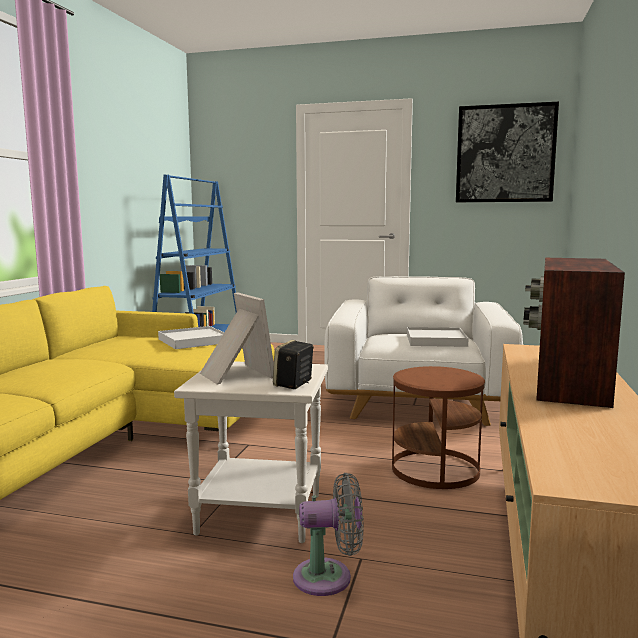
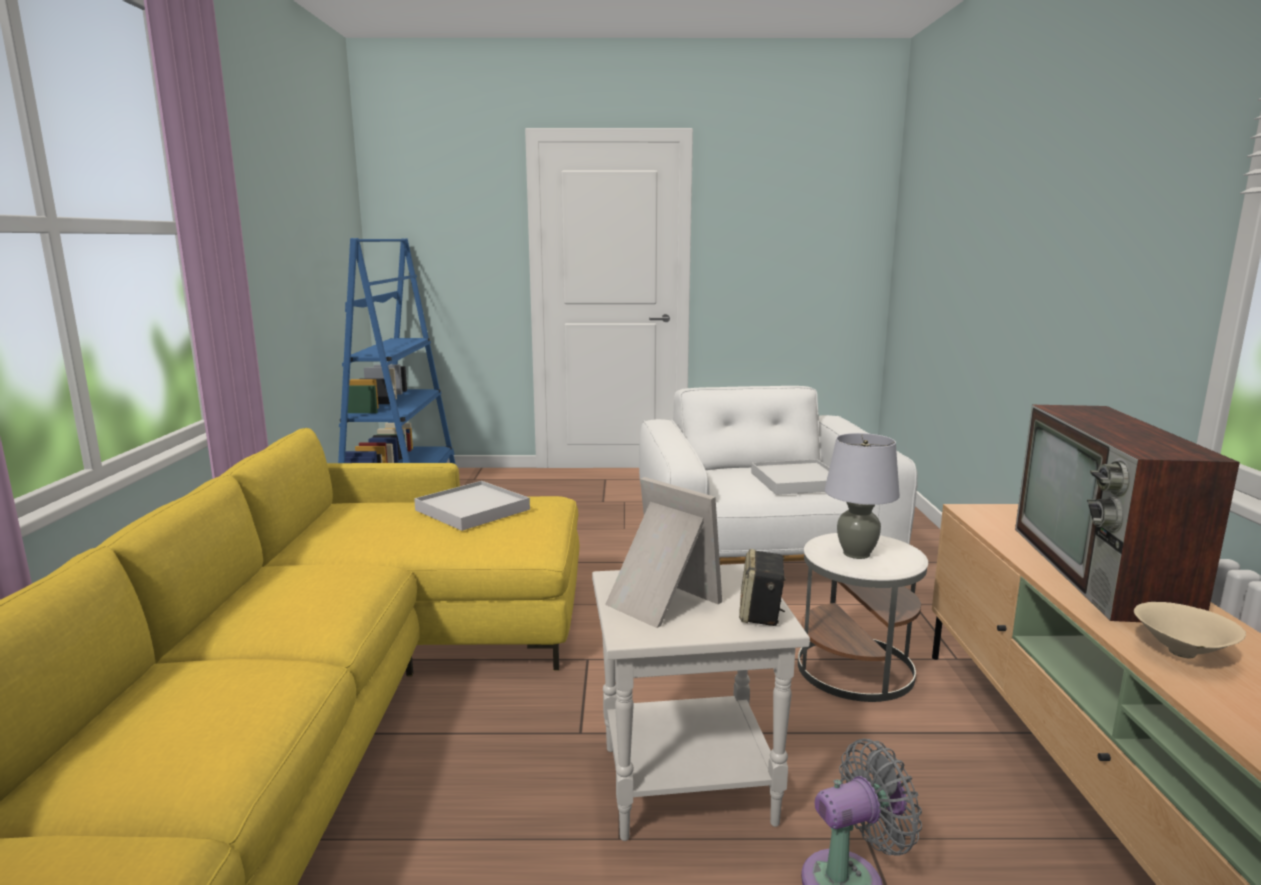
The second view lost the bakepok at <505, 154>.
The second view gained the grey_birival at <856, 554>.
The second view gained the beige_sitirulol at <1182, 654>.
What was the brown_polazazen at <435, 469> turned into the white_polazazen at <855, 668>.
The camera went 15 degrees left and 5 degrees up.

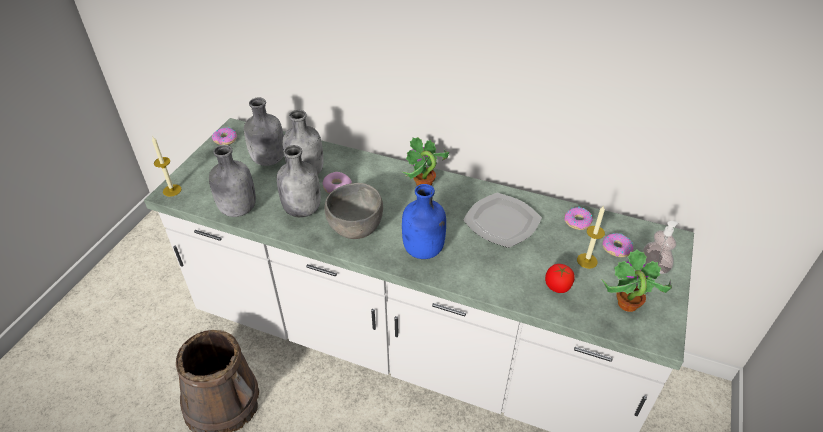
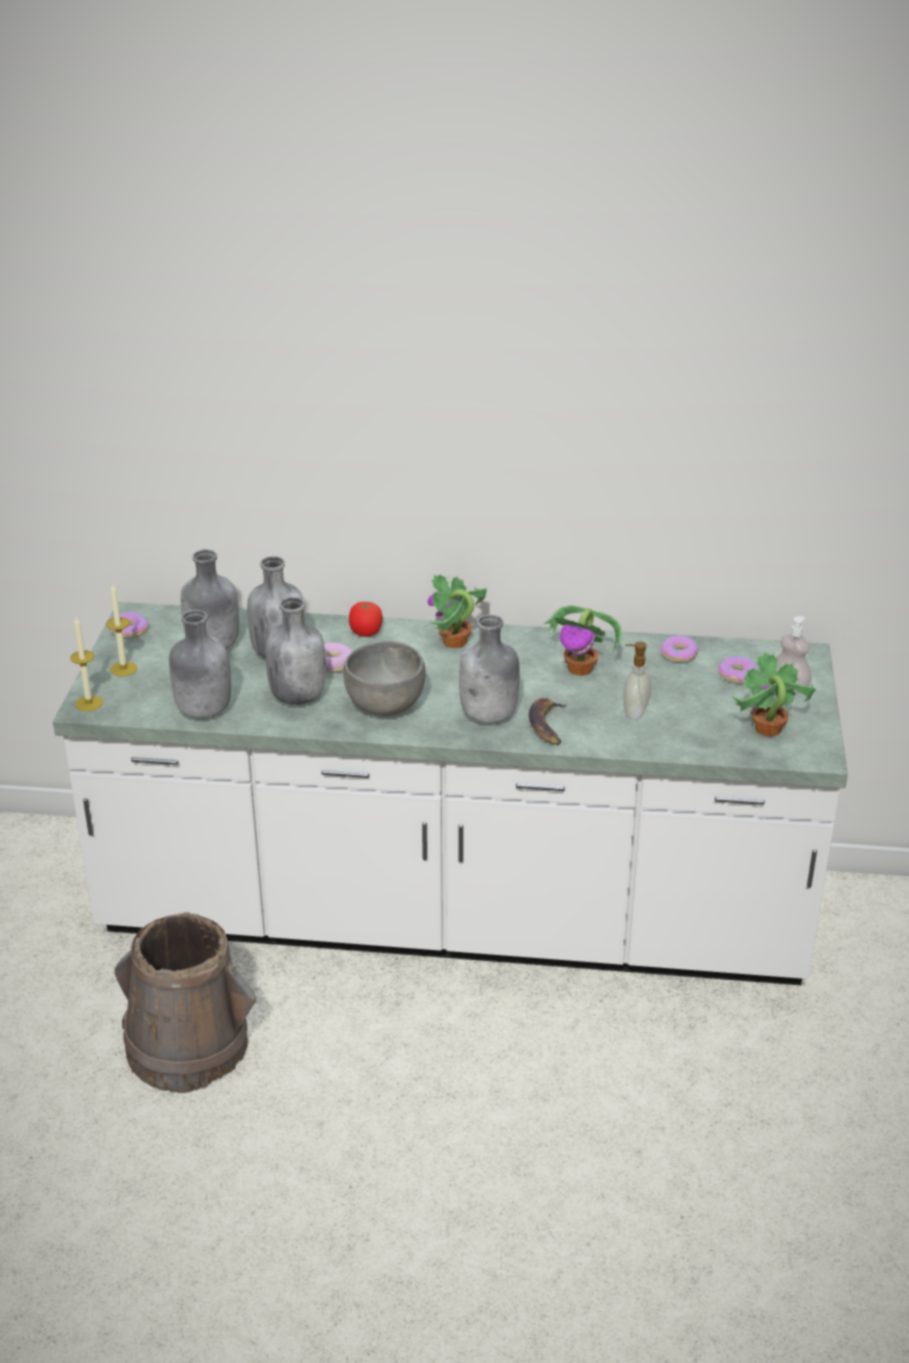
The second view gained the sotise at <547, 725>.
The second view gained the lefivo at <634, 712>.
The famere ended up elsewhere, having gone from <557, 287> to <365, 633>.
The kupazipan ended up elsewhere, having gone from <587, 261> to <123, 669>.
Where the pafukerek stood at <502, 222>, the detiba came to stand at <581, 669>.
What was the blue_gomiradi at <424, 250> turned into the grey_gomiradi at <489, 716>.
The camera went 15 degrees left and 10 degrees down.

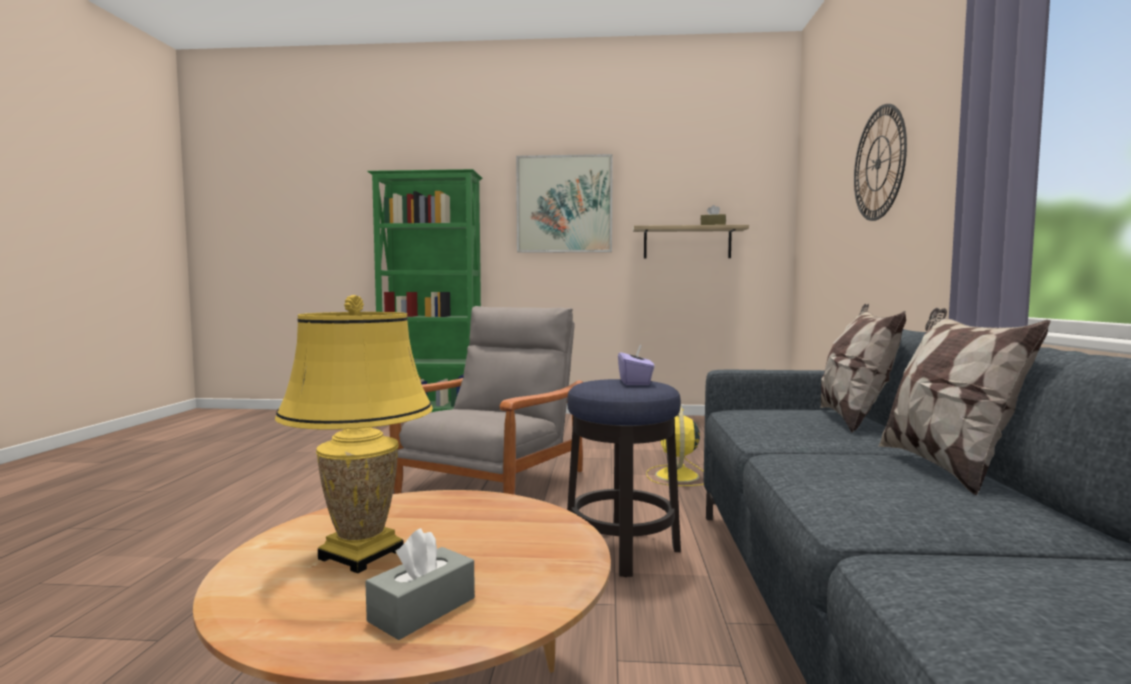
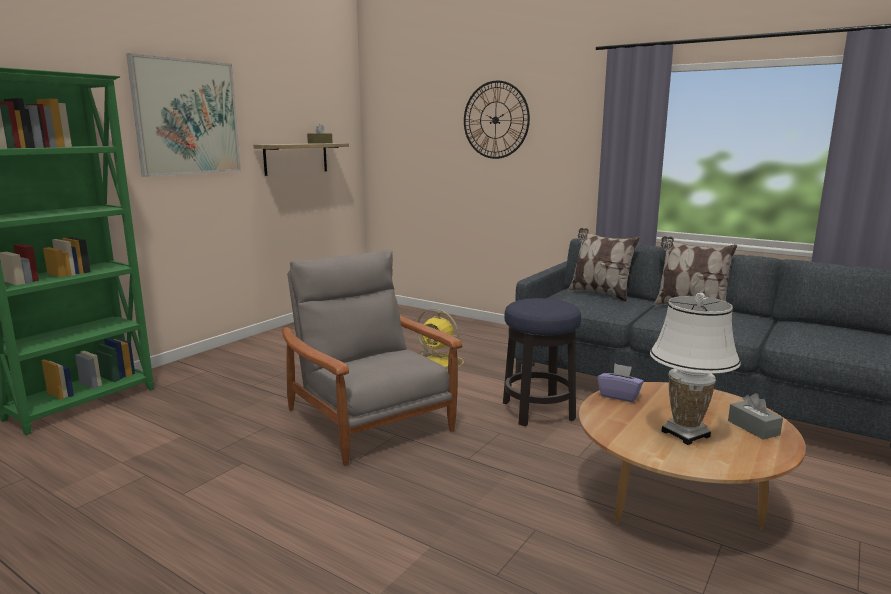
The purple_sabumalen ended up elsewhere, having gone from <635, 382> to <619, 396>.
What was the yellow_birival at <361, 554> turned into the white_birival at <685, 434>.
The camera went 60 degrees left and 10 degrees up.

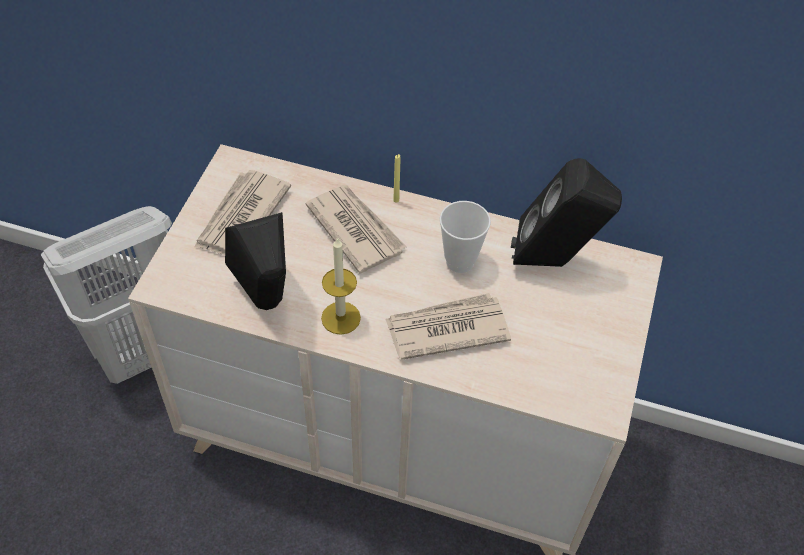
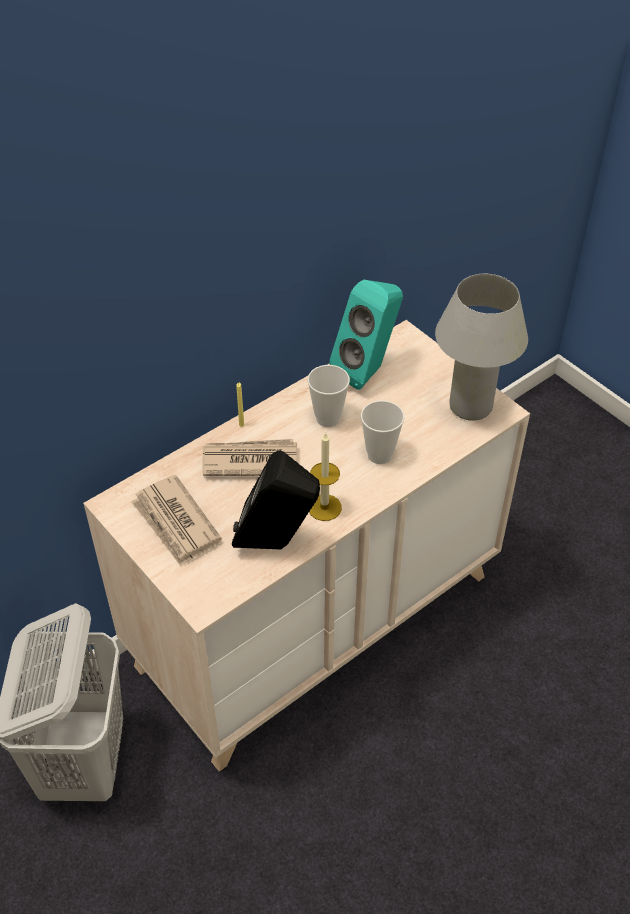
The second view gained the white_birival at <470, 406>.
Where the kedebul stood at <446, 329>, the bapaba came to stand at <379, 455>.
What was the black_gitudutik at <555, 261> turned into the turquoise_gitudutik at <368, 371>.
The camera went 55 degrees left and 5 degrees down.

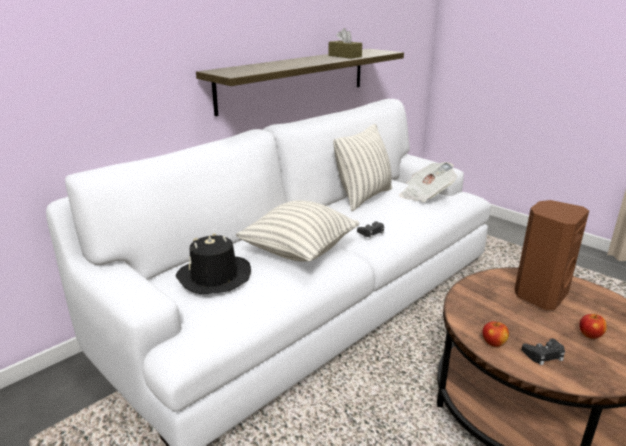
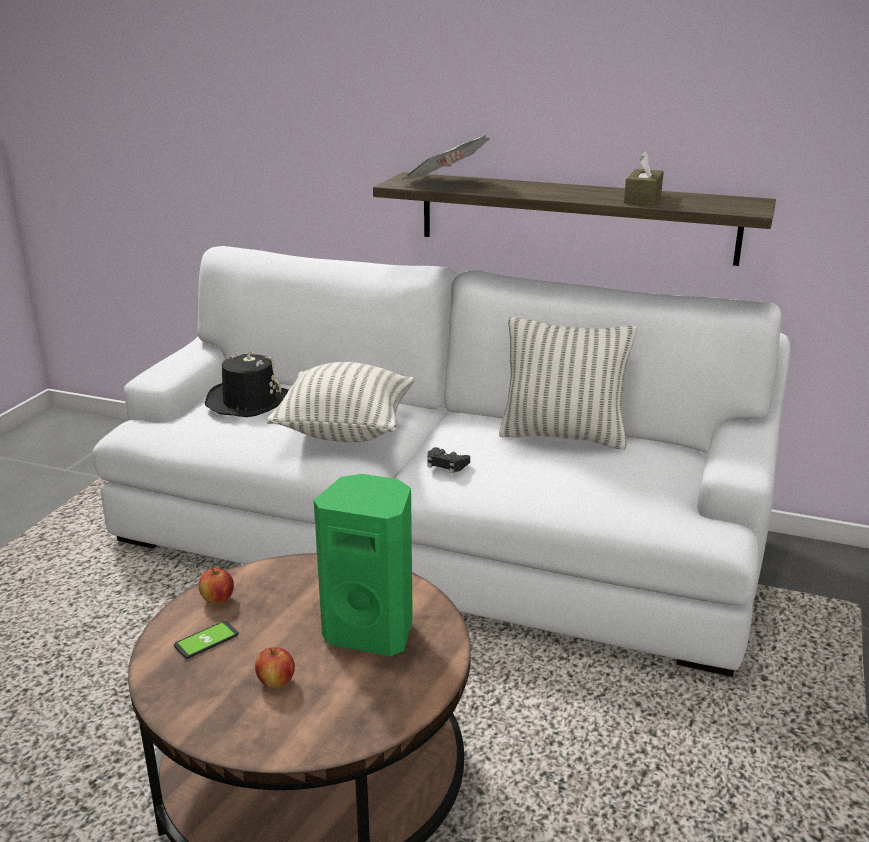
The kedebul ended up elsewhere, having gone from <425, 195> to <444, 183>.
Where the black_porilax stood at <543, 355>, the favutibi came to stand at <206, 640>.
What was the brown_gitudutik at <539, 295> turned into the green_gitudutik at <371, 631>.
The camera went 65 degrees right and 0 degrees up.

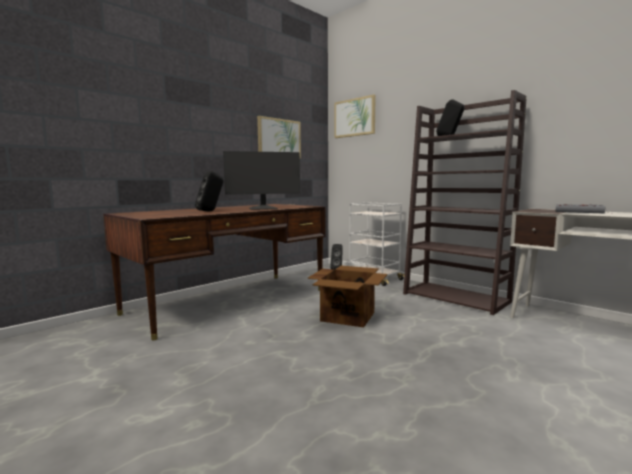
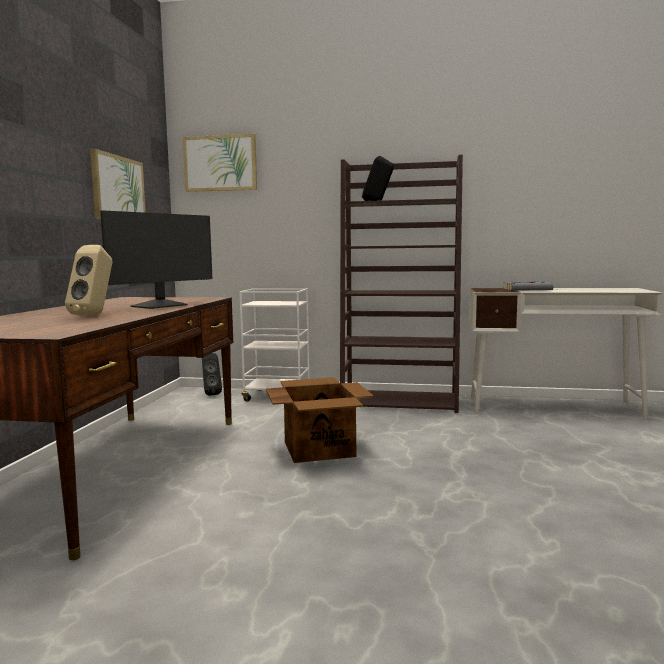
What was the black_gitudutik at <210, 211> turned into the beige_gitudutik at <94, 315>.
The camera went 35 degrees left and 0 degrees up.

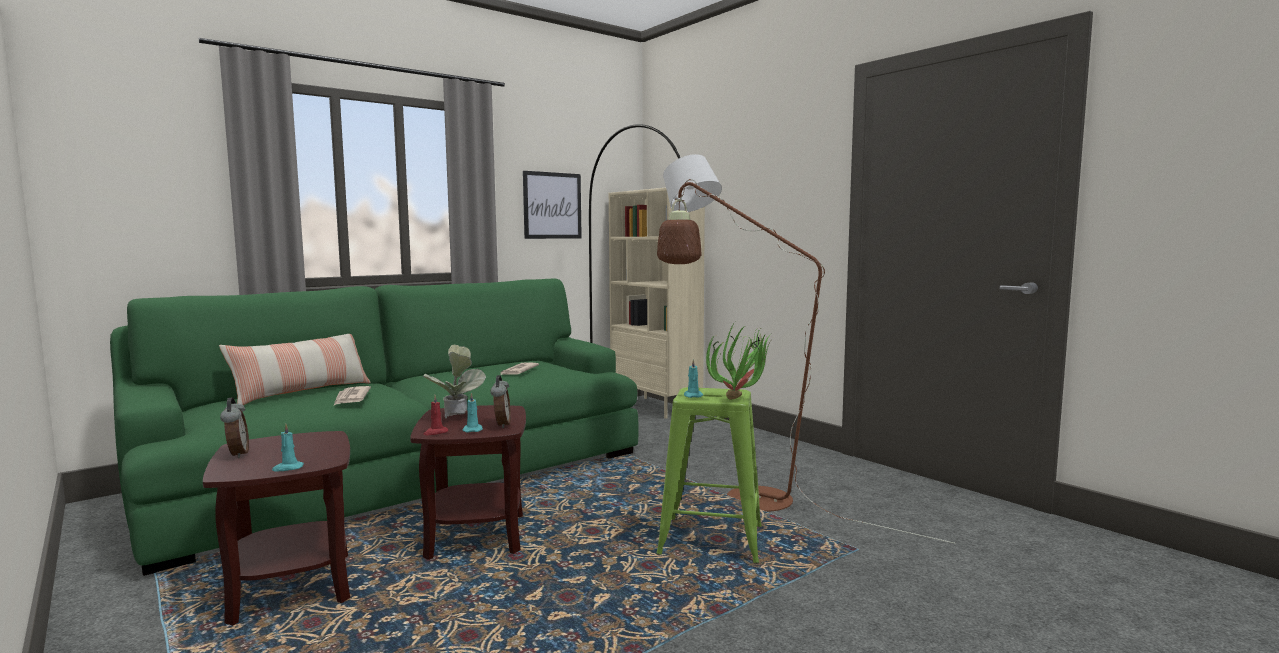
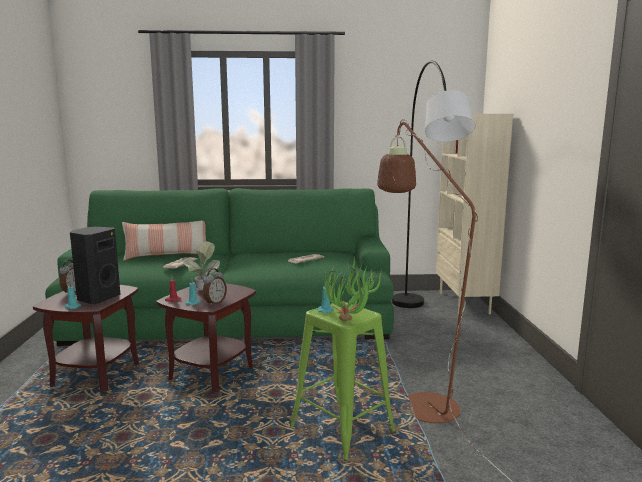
The second view lost the bakepok at <552, 205>.
The second view gained the black_gitudutik at <97, 298>.
The camera went 35 degrees right and 5 degrees up.

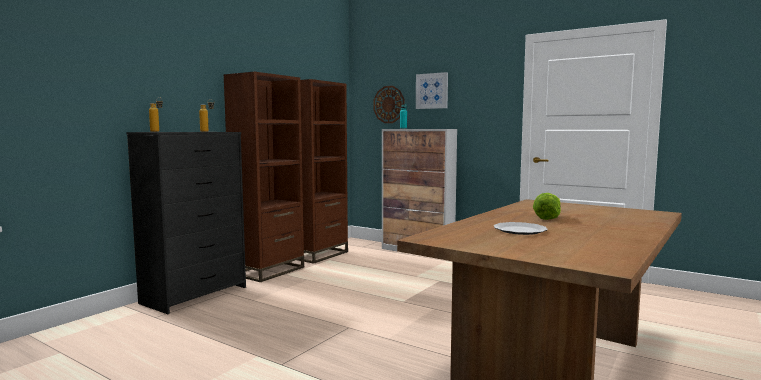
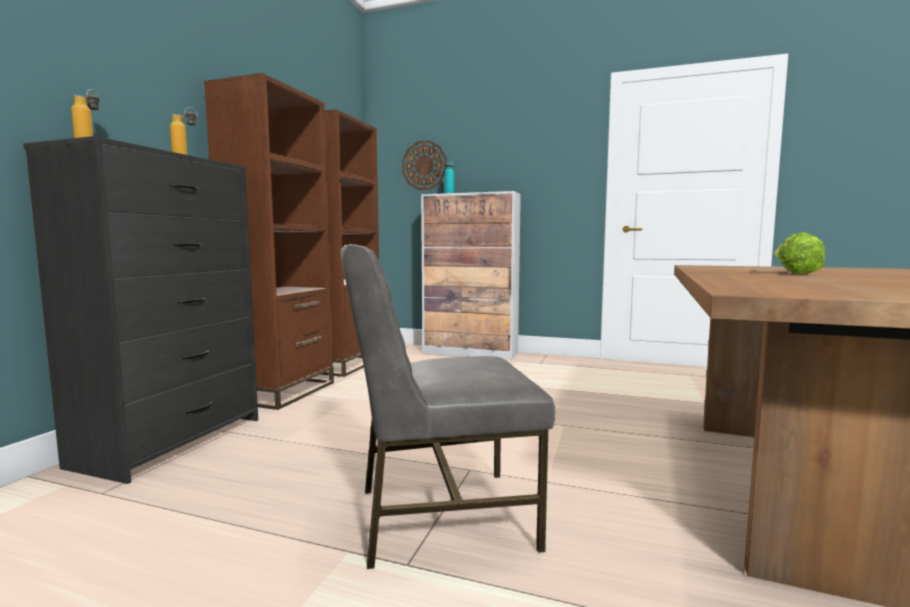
The second view lost the bakepok at <432, 91>.
The second view lost the pafukerek at <519, 230>.
The second view gained the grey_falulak at <440, 516>.
The camera went 15 degrees left and 0 degrees up.

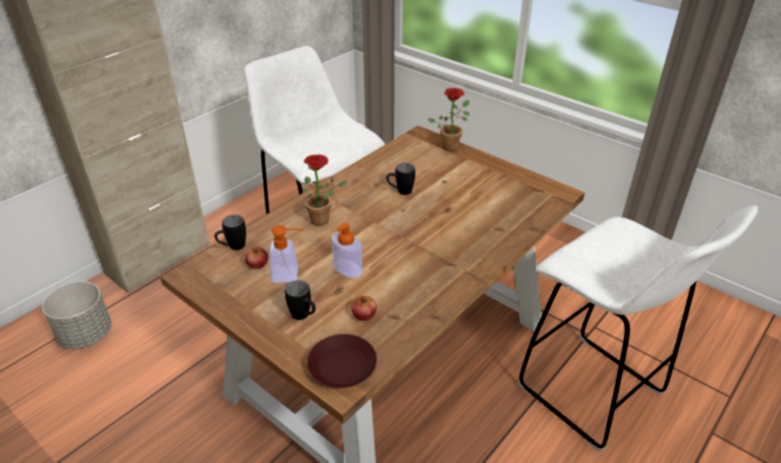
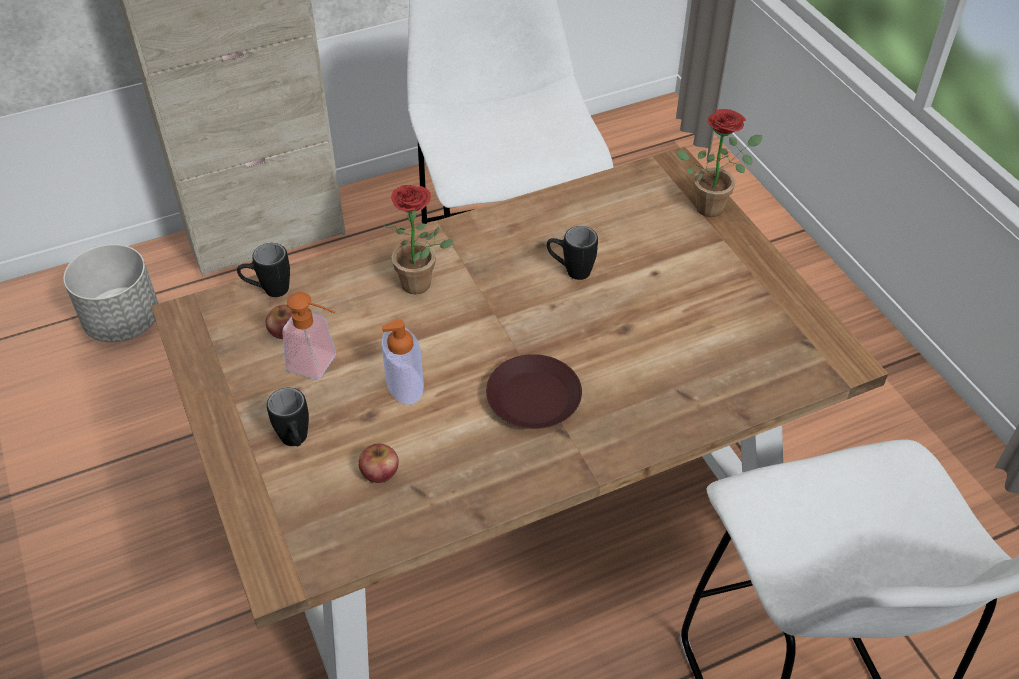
The brown_pafukerek ended up elsewhere, having gone from <341, 366> to <532, 398>.
The camera went 25 degrees right and 10 degrees up.

